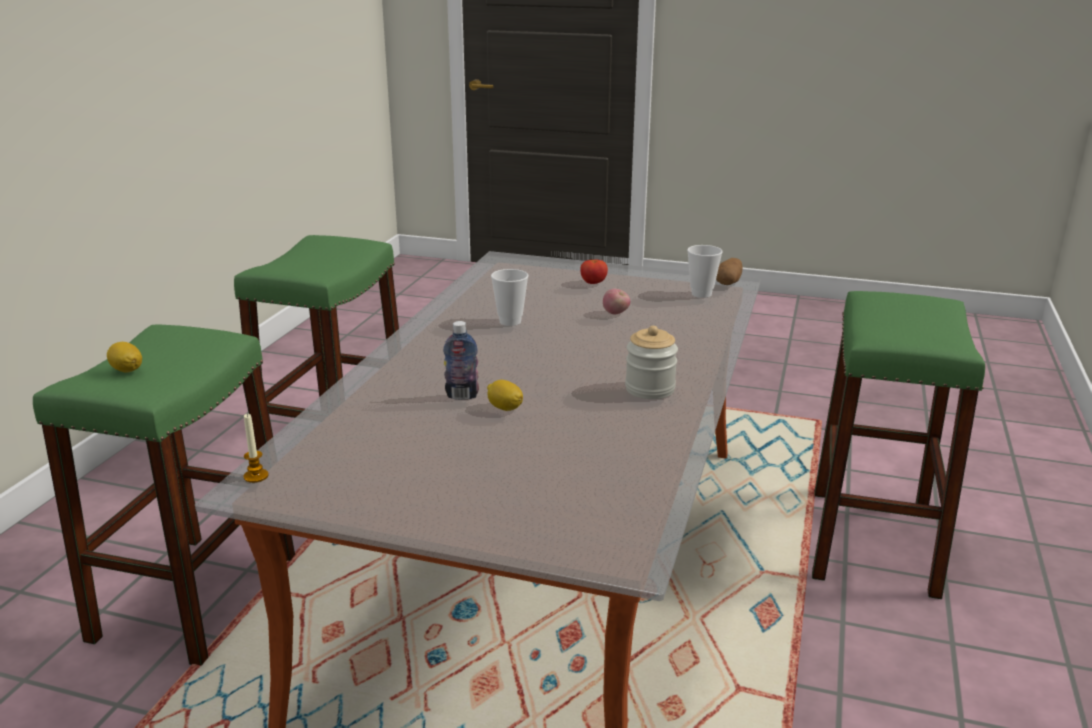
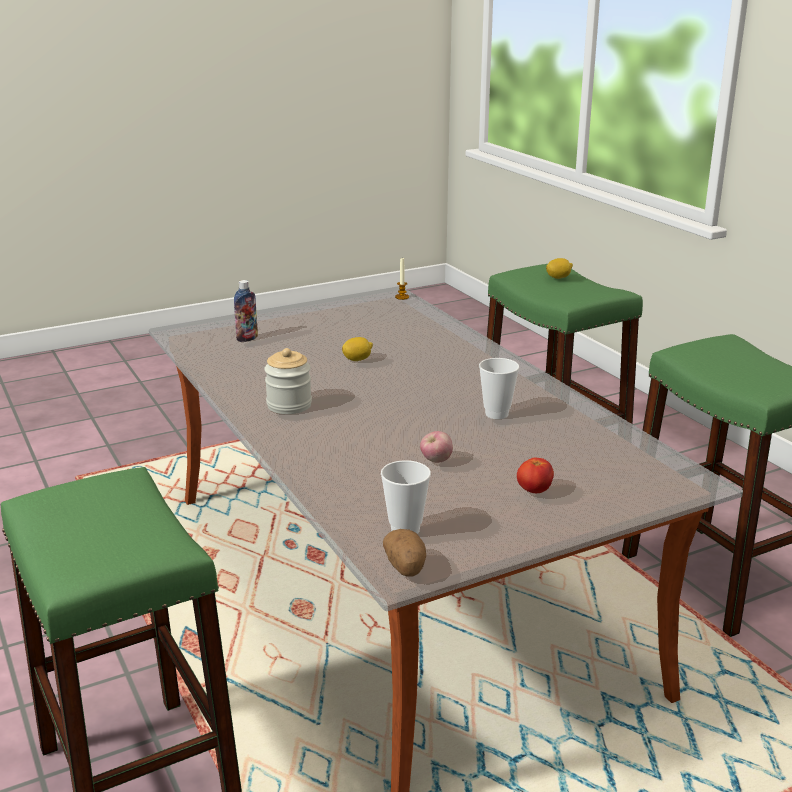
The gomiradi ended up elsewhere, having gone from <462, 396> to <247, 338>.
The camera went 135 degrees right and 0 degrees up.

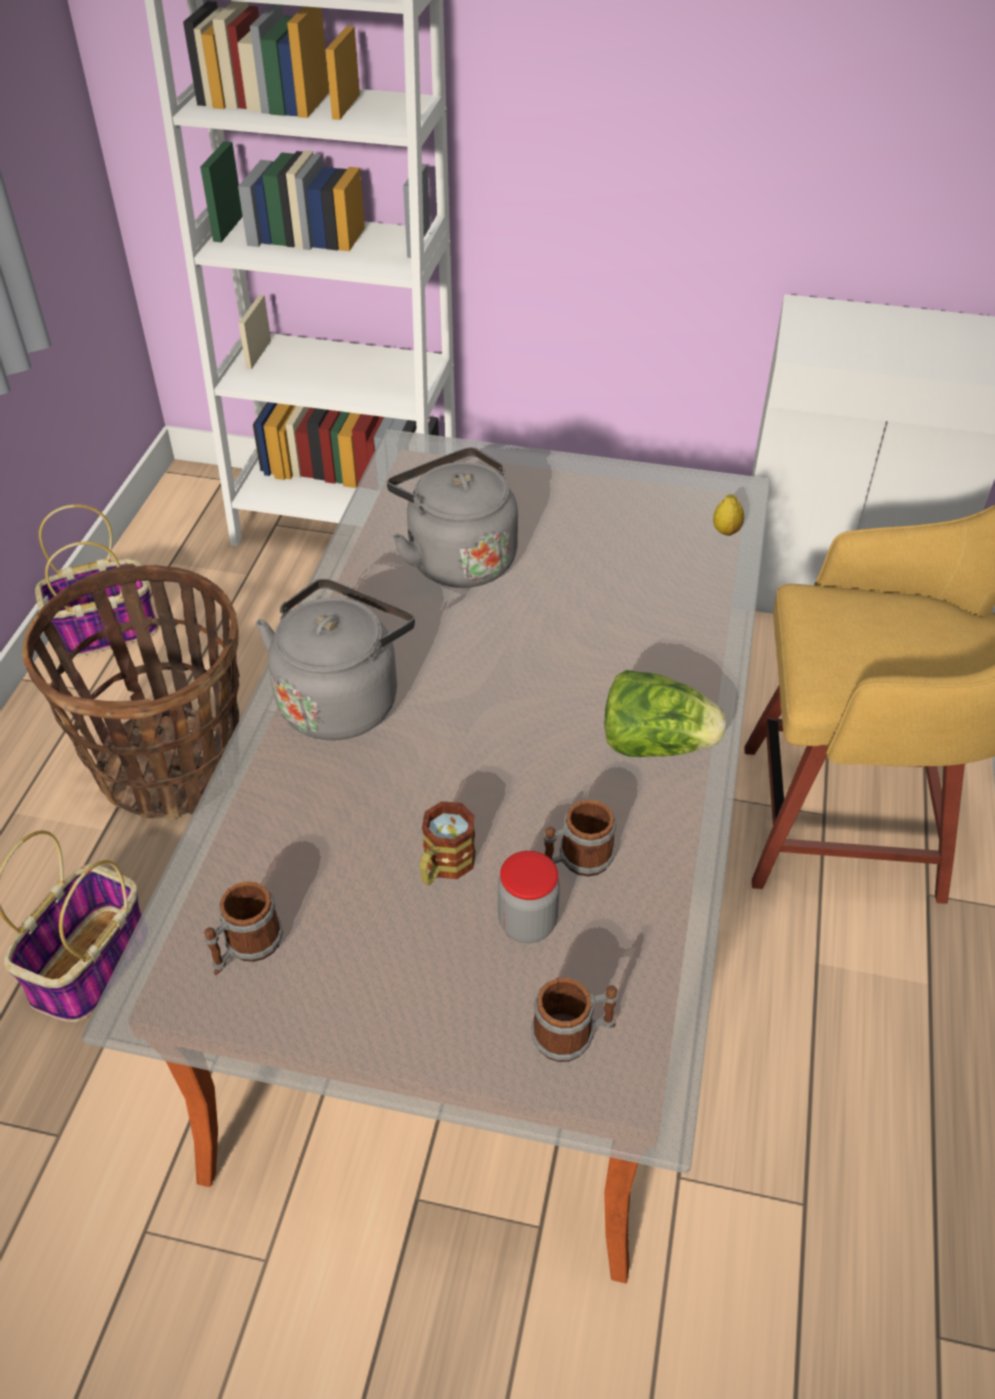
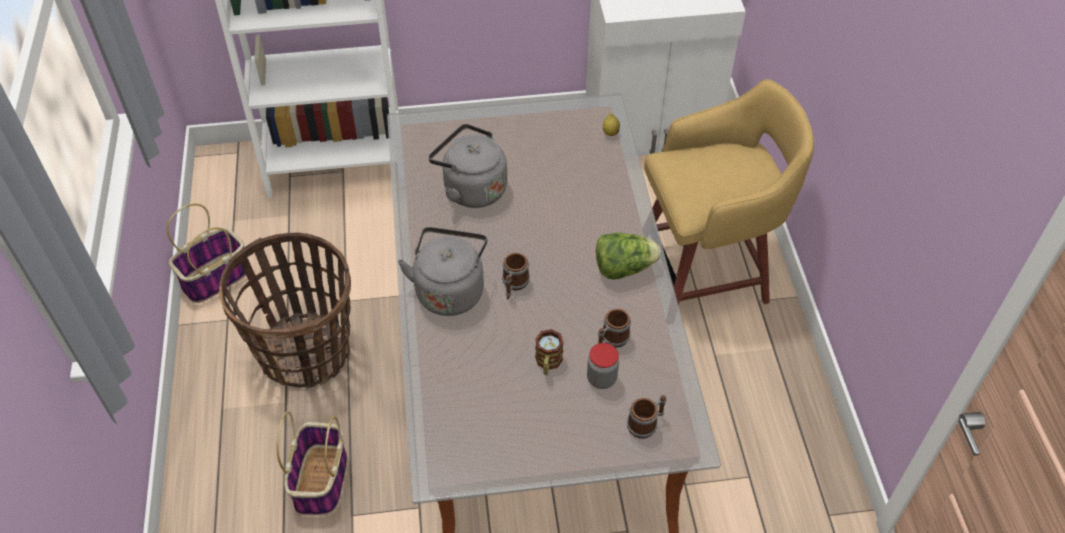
The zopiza ended up elsewhere, having gone from <246, 948> to <514, 285>.
The camera went 20 degrees left and 5 degrees up.

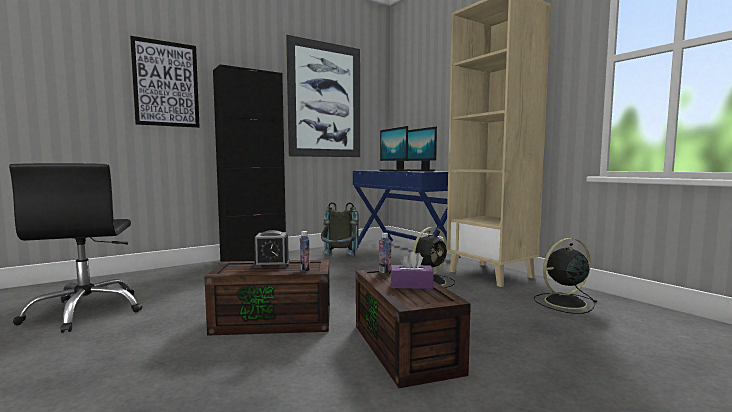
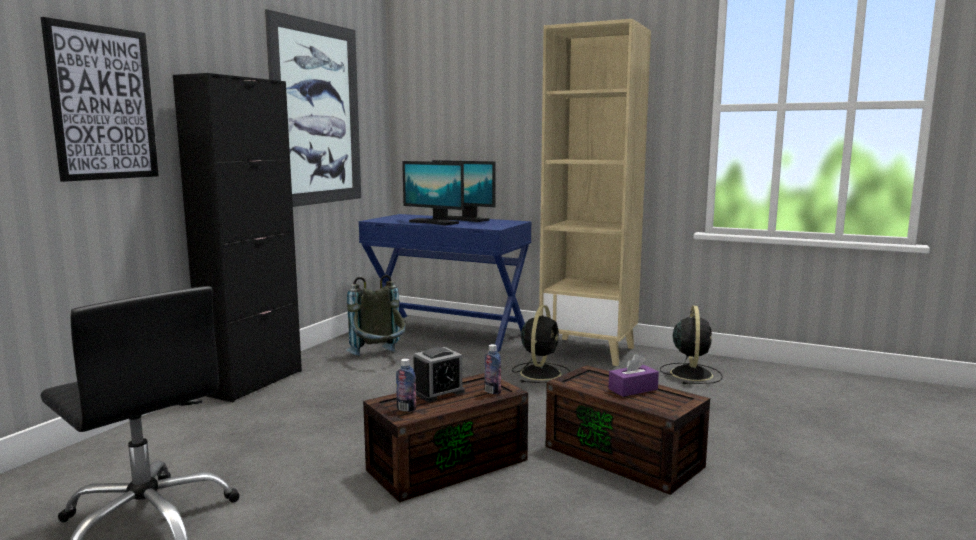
The gomiradi ended up elsewhere, having gone from <384, 272> to <406, 409>.
The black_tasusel at <563, 302> ended up facing another way, 150 degrees clockwise from before.
The camera went 30 degrees left and 5 degrees up.

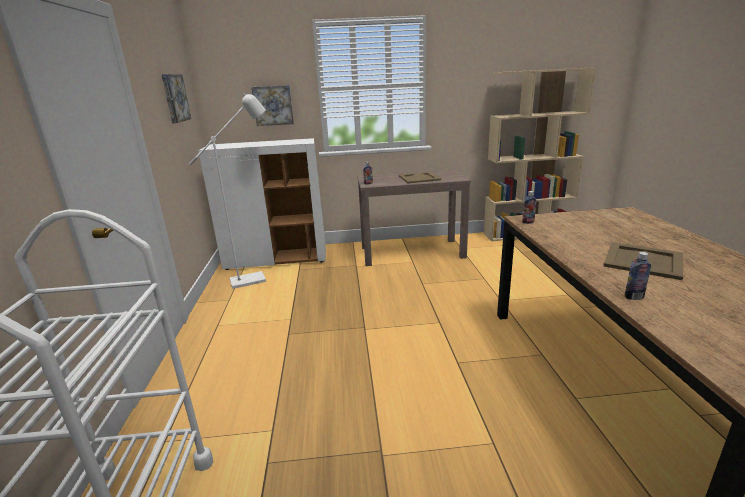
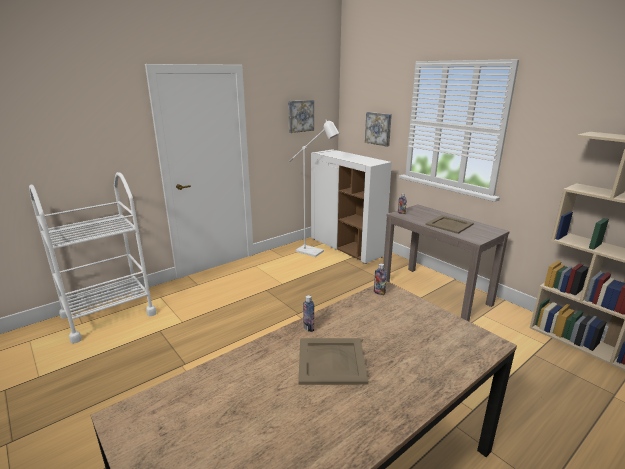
The gomiradi ended up elsewhere, having gone from <634, 297> to <308, 328>.
The camera went 55 degrees right and 0 degrees up.

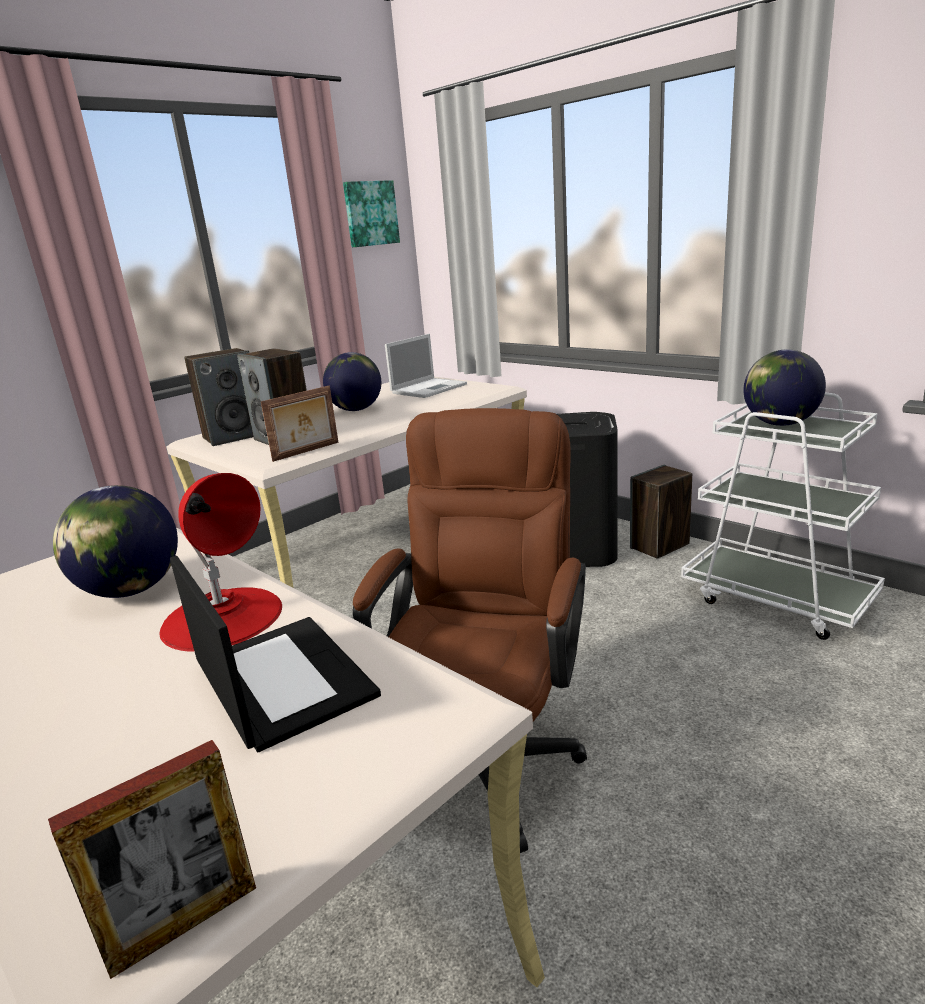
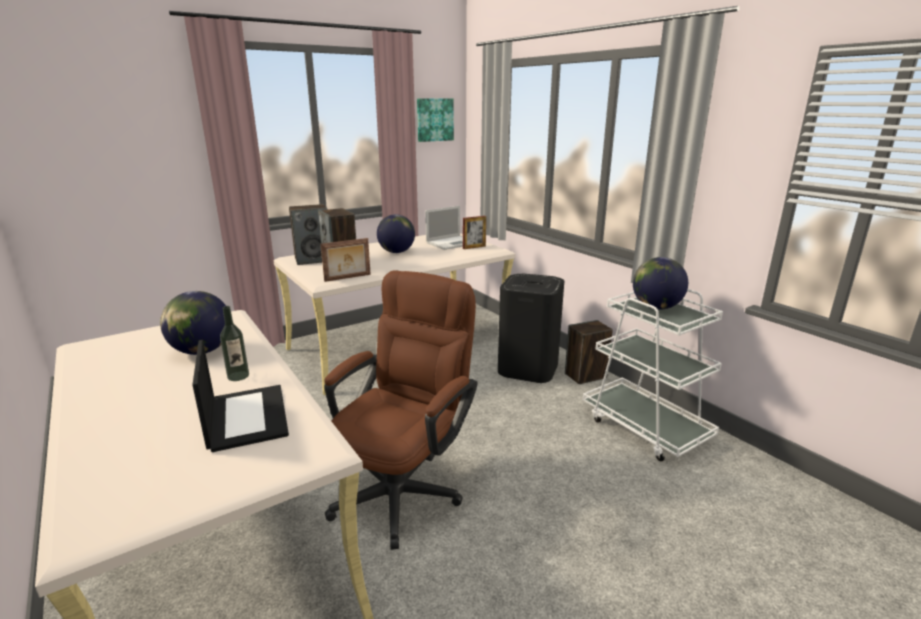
The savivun ended up elsewhere, having gone from <184, 924> to <474, 247>.
Where the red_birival stood at <222, 617>, the gomiradi came to stand at <238, 376>.
The camera went 10 degrees right and 0 degrees up.

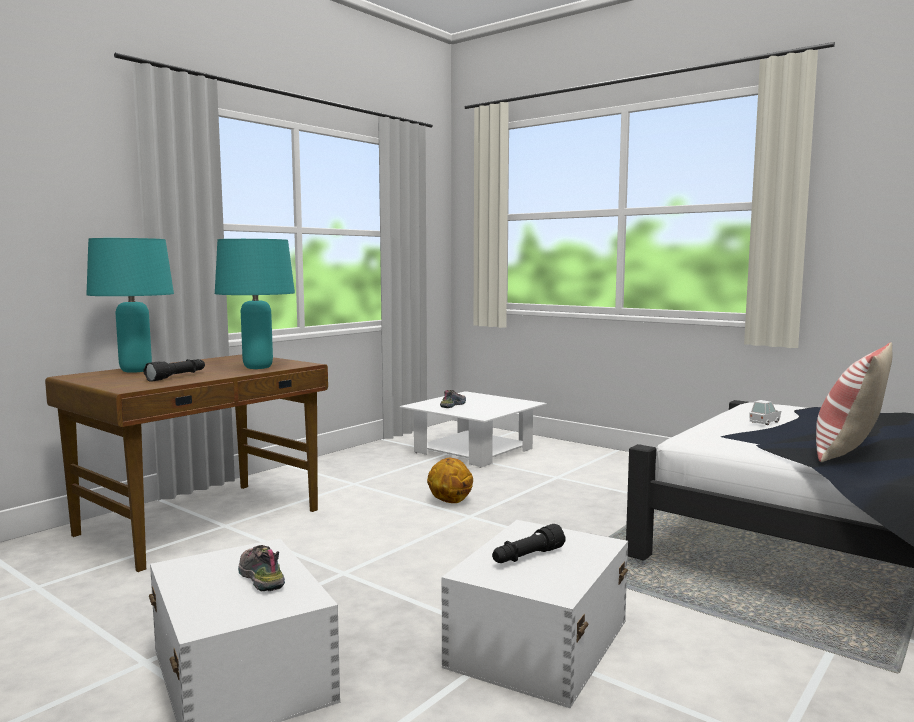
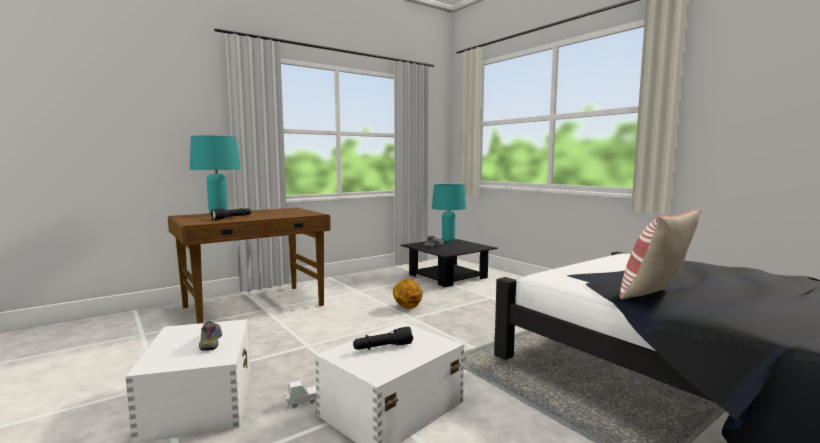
The turquoise_birival ended up elsewhere, having gone from <257, 367> to <448, 241>.
The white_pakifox ended up elsewhere, having gone from <765, 422> to <302, 401>.
What was the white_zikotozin at <473, 451> turned into the black_zikotozin at <448, 276>.
The camera went 15 degrees right and 0 degrees up.

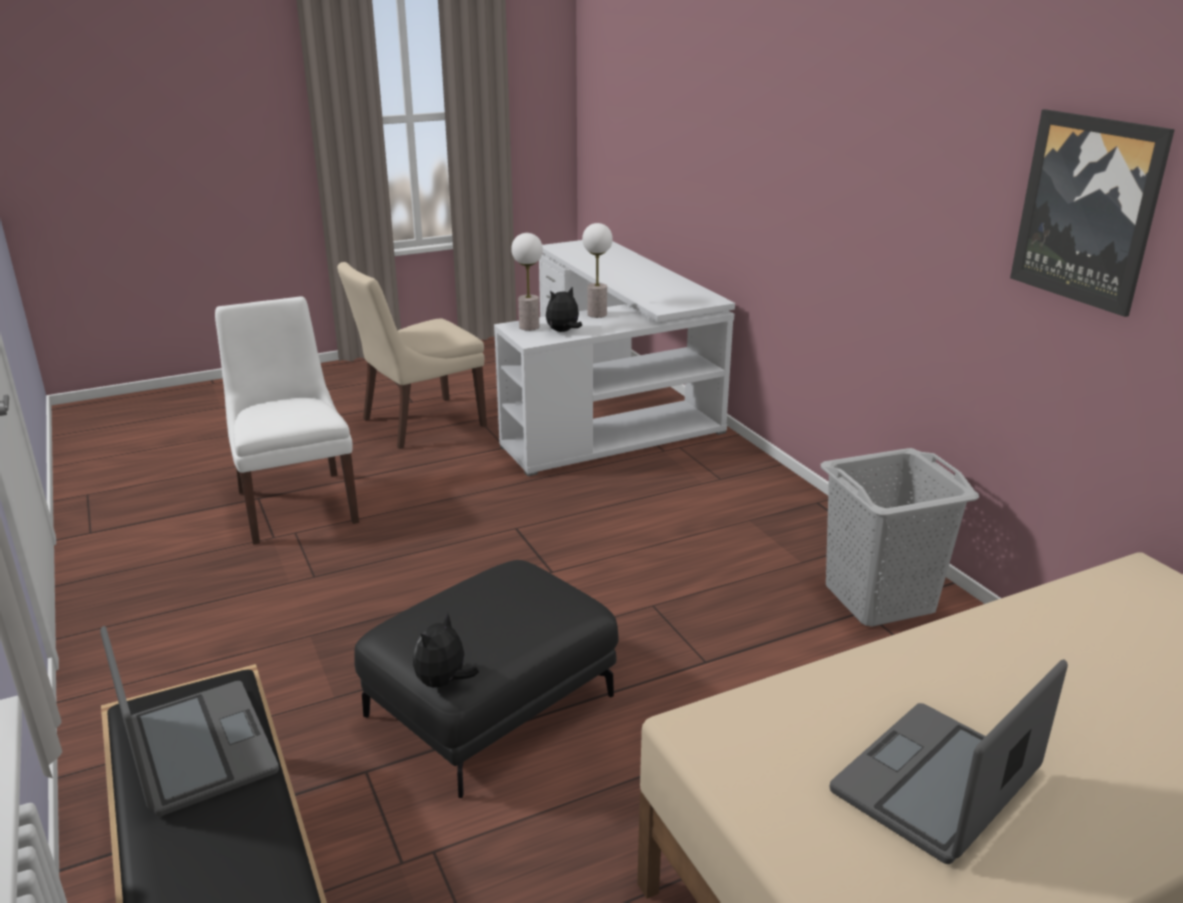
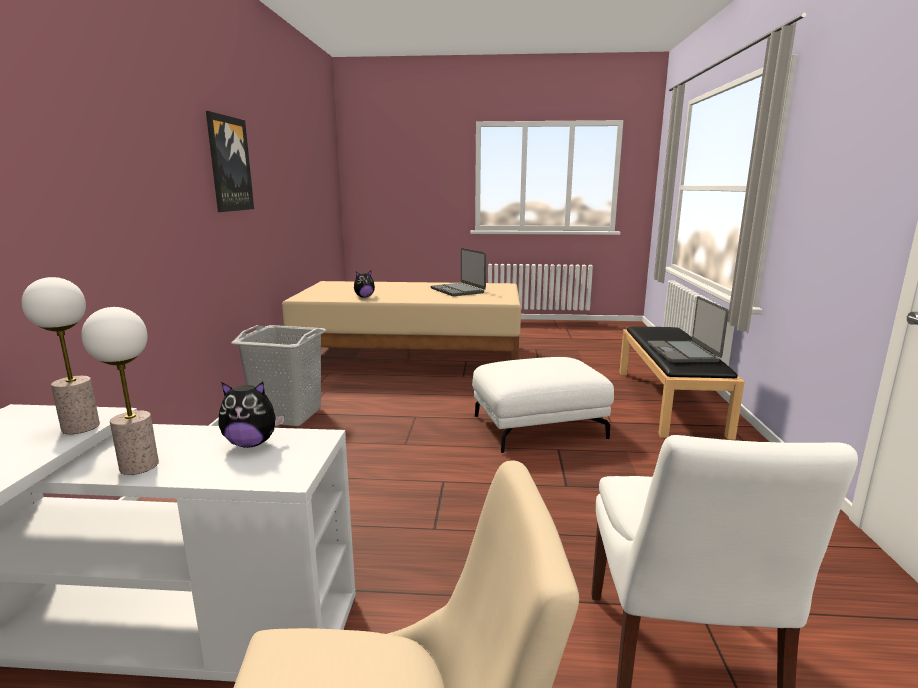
The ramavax ended up elsewhere, having gone from <443, 683> to <364, 297>.
The birival ended up elsewhere, having gone from <529, 327> to <81, 427>.
What was the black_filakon at <492, 709> turned into the white_filakon at <538, 426>.
The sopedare at <937, 784> ended up facing another way, 75 degrees clockwise from before.
The camera went 150 degrees left and 10 degrees down.

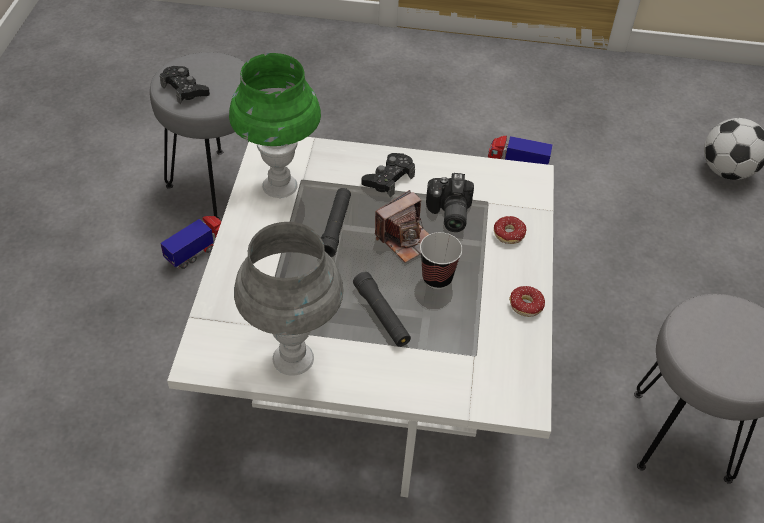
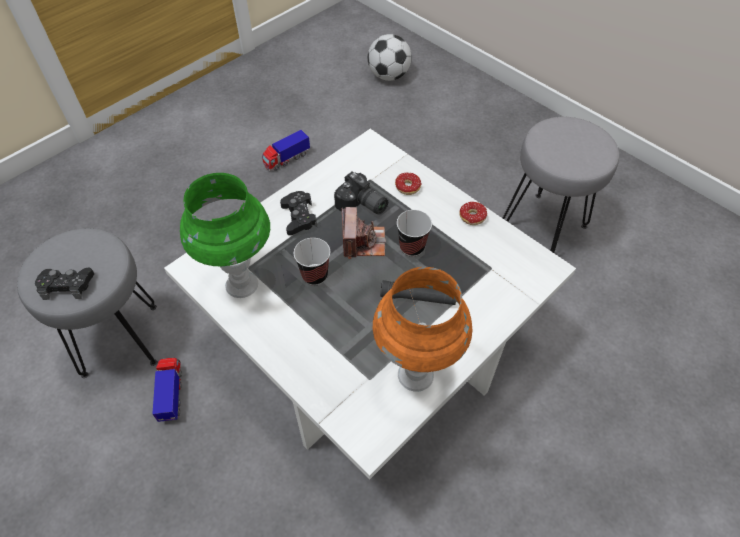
Where the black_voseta stood at <335, 227>, the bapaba came to stand at <314, 275>.
What was the grey_birival at <293, 359> turned into the orange_birival at <415, 375>.
The camera went 50 degrees left and 5 degrees up.

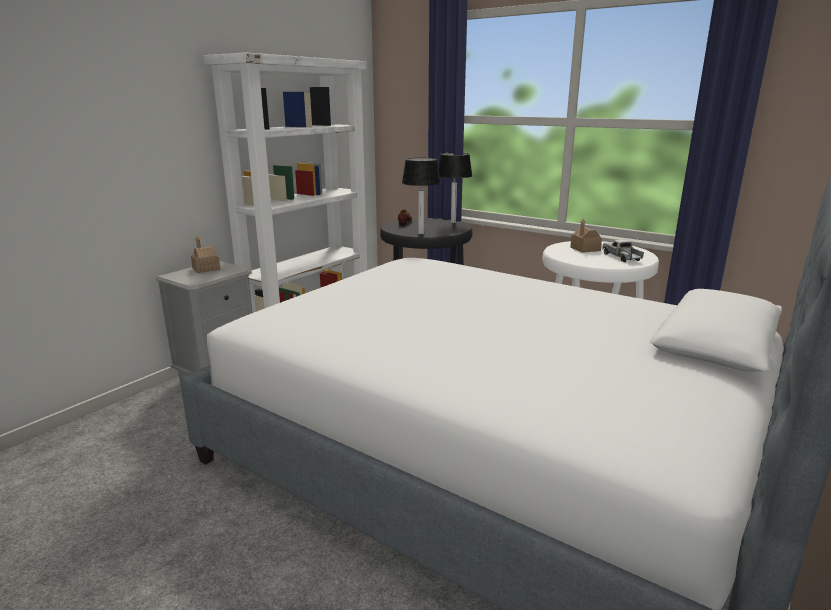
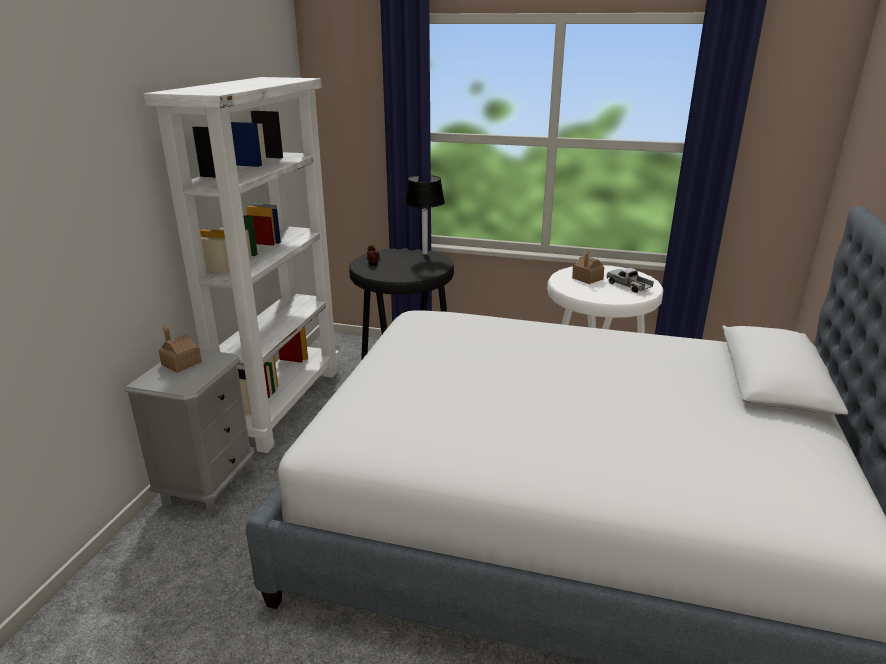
The second view lost the birival at <420, 233>.
The camera went 20 degrees left and 5 degrees up.

